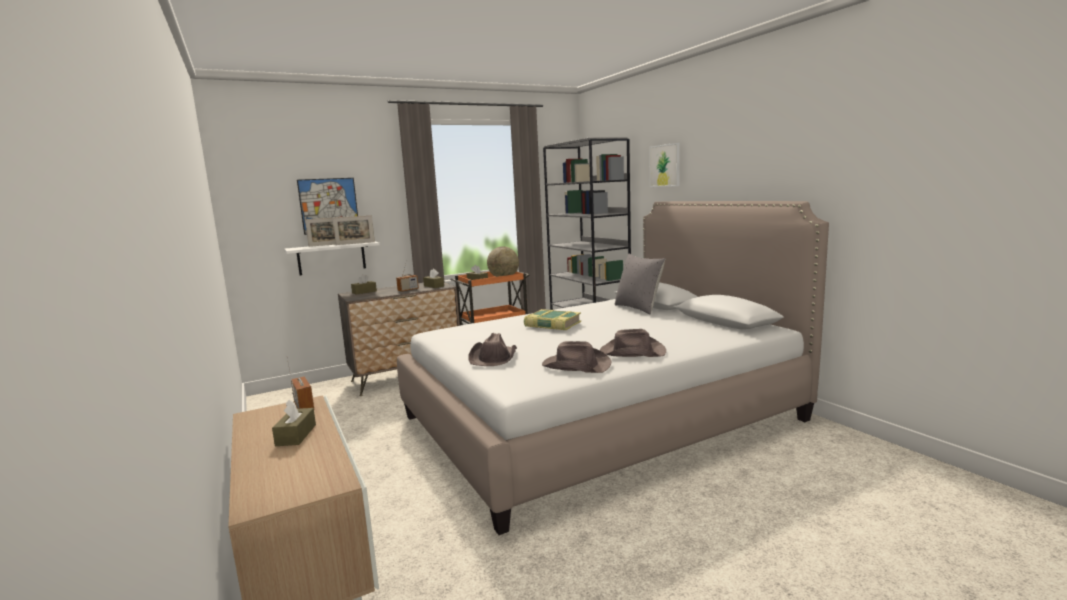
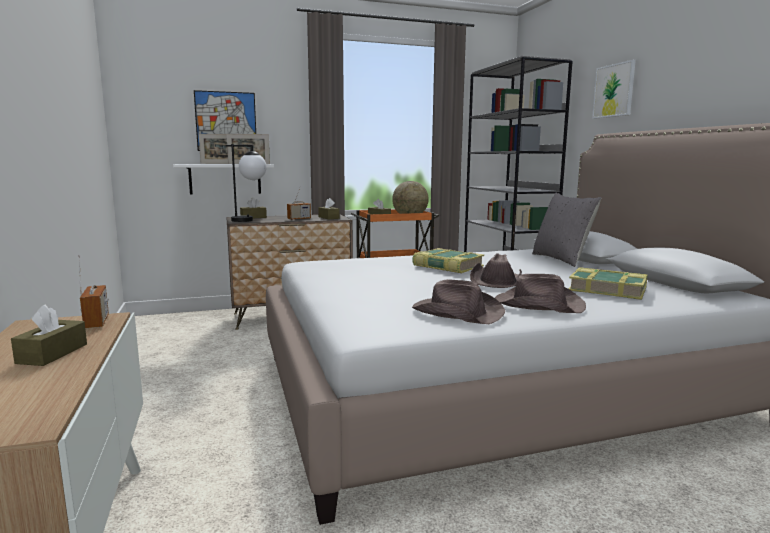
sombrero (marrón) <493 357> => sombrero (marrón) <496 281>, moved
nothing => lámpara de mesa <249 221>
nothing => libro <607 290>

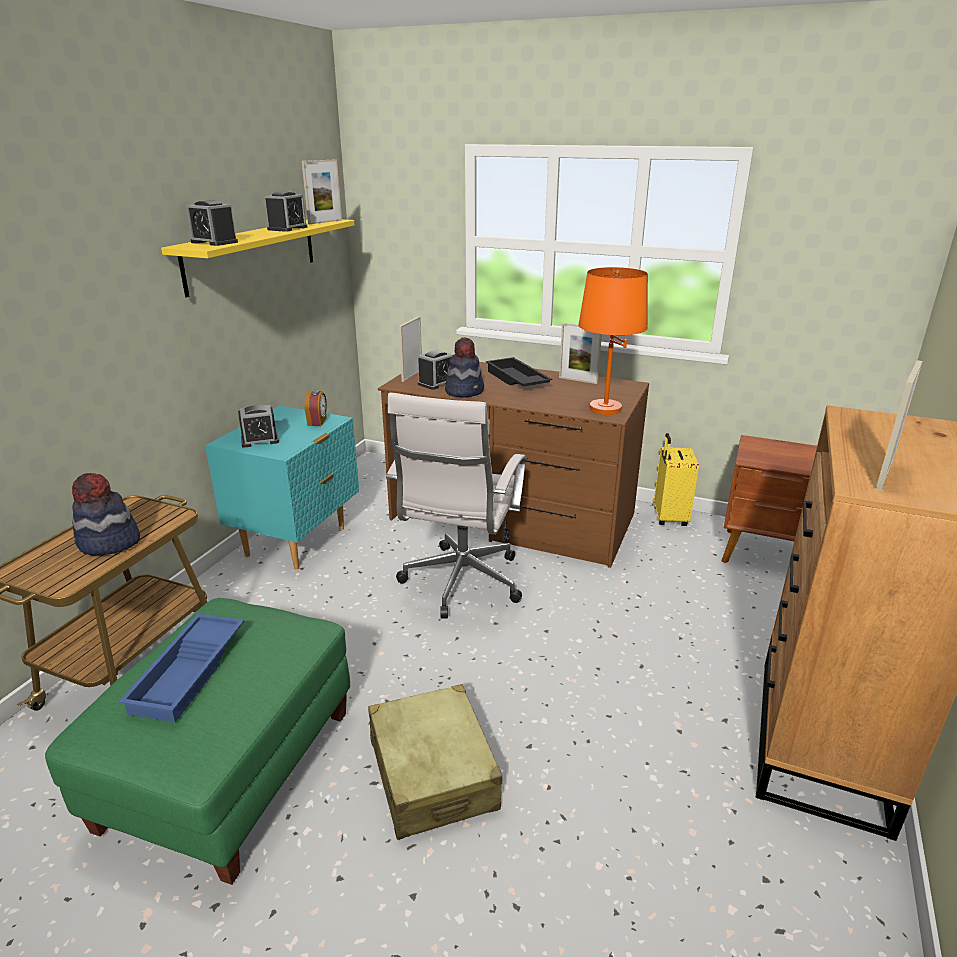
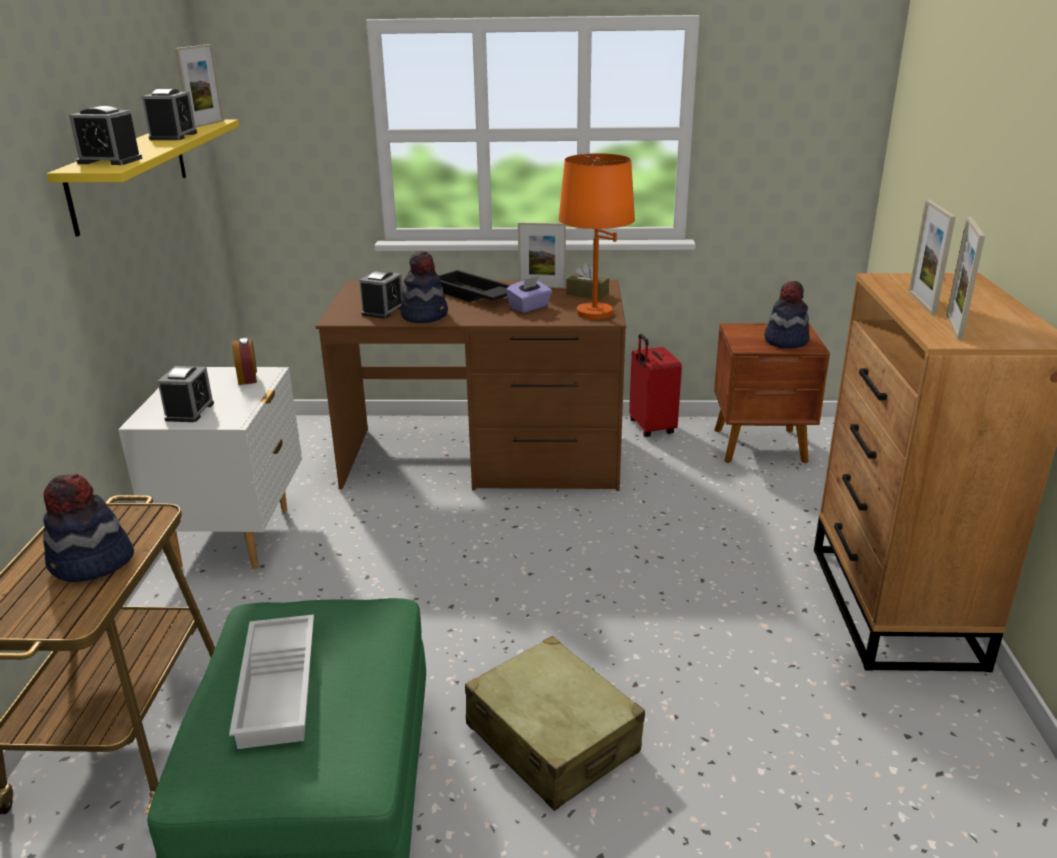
bandeja (azul) <190 673> => bandeja (blanco) <280 687>
mesita de noche (turquesa) <297 542> => mesita de noche (blanco) <236 537>
despertador <260 440> => despertador <189 411>, 45 degrees counterclockwise
silla de oficina (blanco) <460 584> => nothing
portarretratos <412 375> => portarretratos <921 302>, moved
maleta (amarillo) <668 517> => maleta (rojo) <650 428>
nothing => caja de pañuelos (morado) <529 307>
nothing => caja de pañuelos (marrón) <587 294>
nothing => sombrero <785 341>

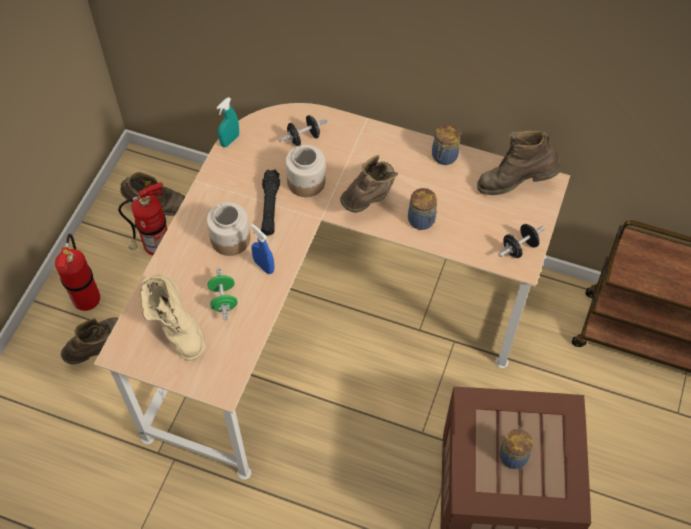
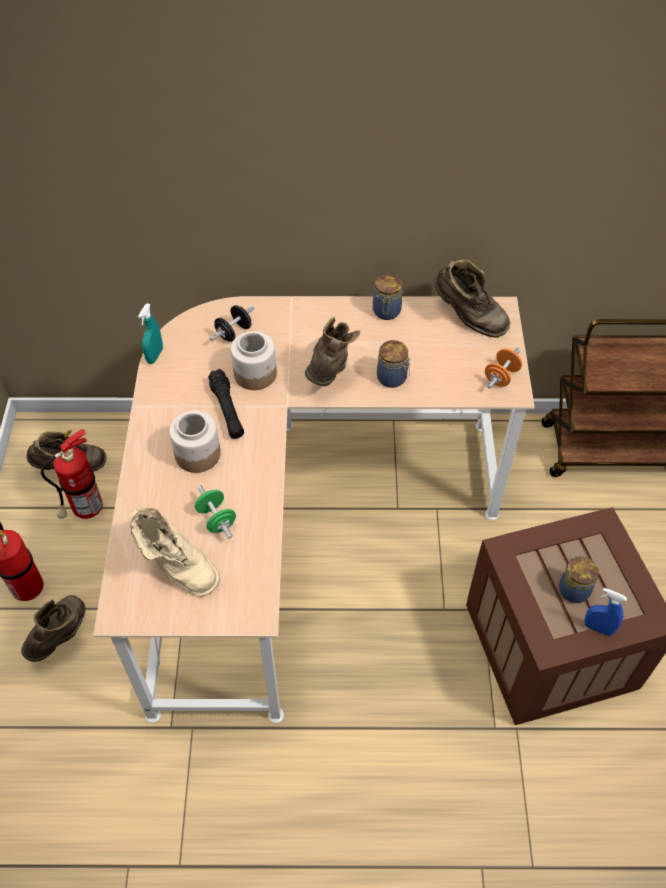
pulverizador (azul) <264 266> => pulverizador (azul) <598 628>, moved
bota (marrón) <515 184> => bota (marrón) <468 318>, 120 degrees counterclockwise
mancuerna (negro) <519 248> => mancuerna (naranja) <501 376>

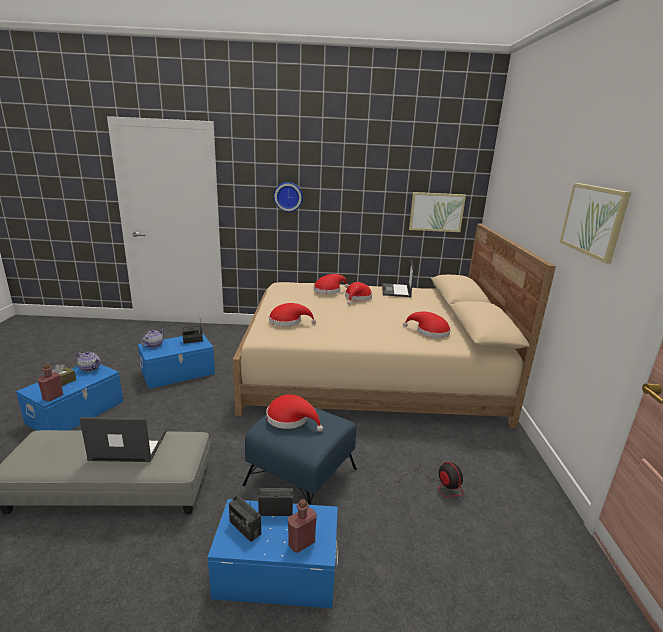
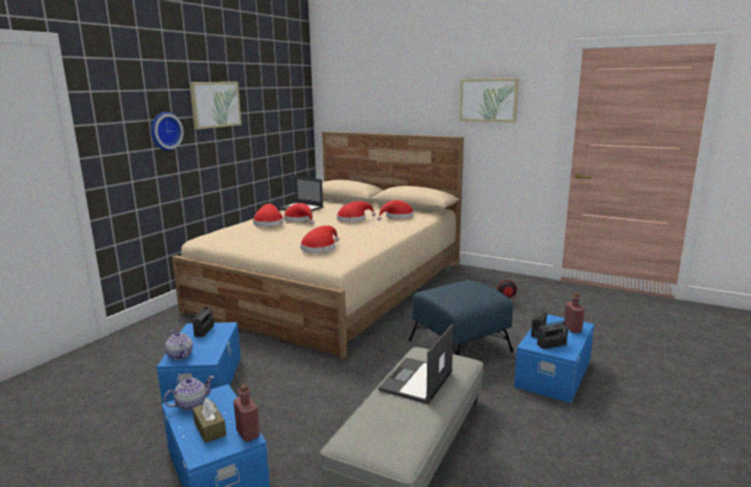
sombrero (rojo) <291 419> => sombrero (rojo) <353 219>, moved
cuadro <436 212> => cuadro <215 104>, moved

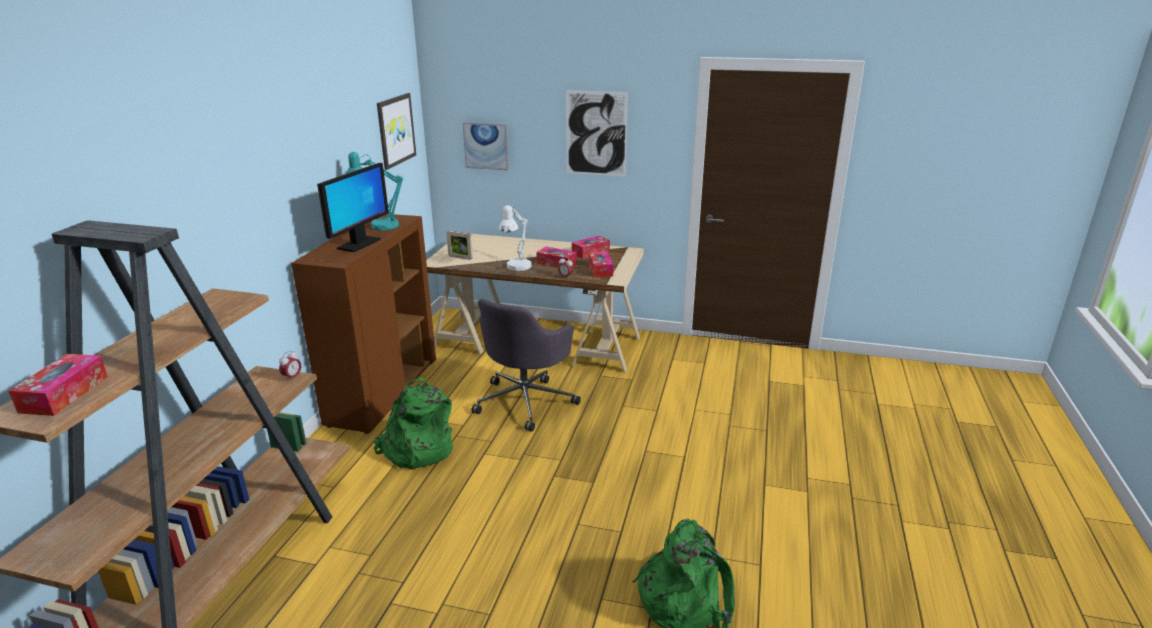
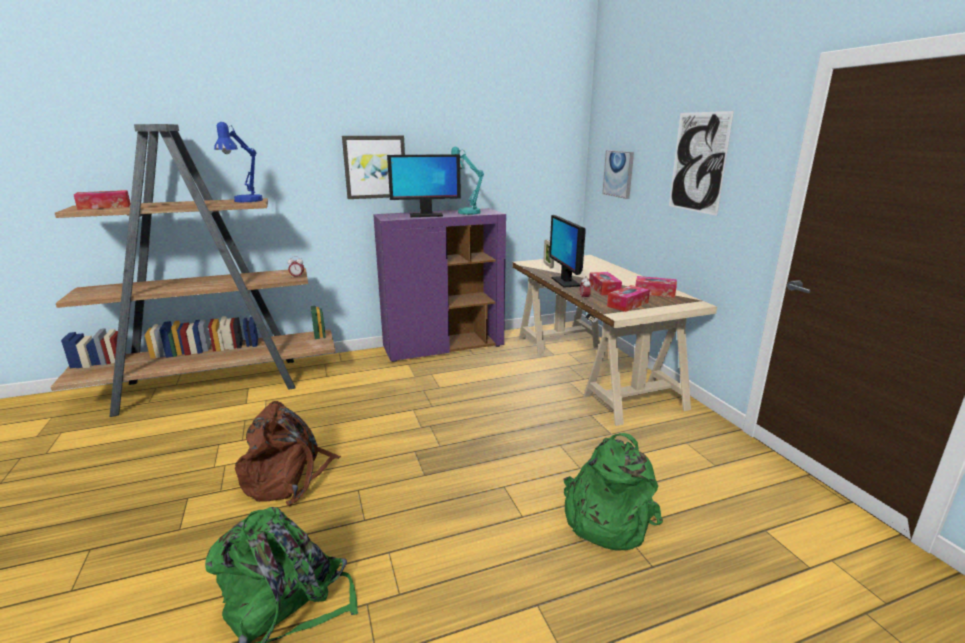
armario (marrón) <383 392> => armario (morado) <444 347>
mochila (verde) <417 450> => mochila (verde) <605 518>, moved
cuadro <395 130> => cuadro <375 167>, moved
silla de oficina (gris) <526 401> => nothing
lámpara de mesa (blanco) <516 268> => monitor <565 282>
nothing => lámpara de mesa (azul) <244 201>
nothing => mochila (marrón) <288 477>

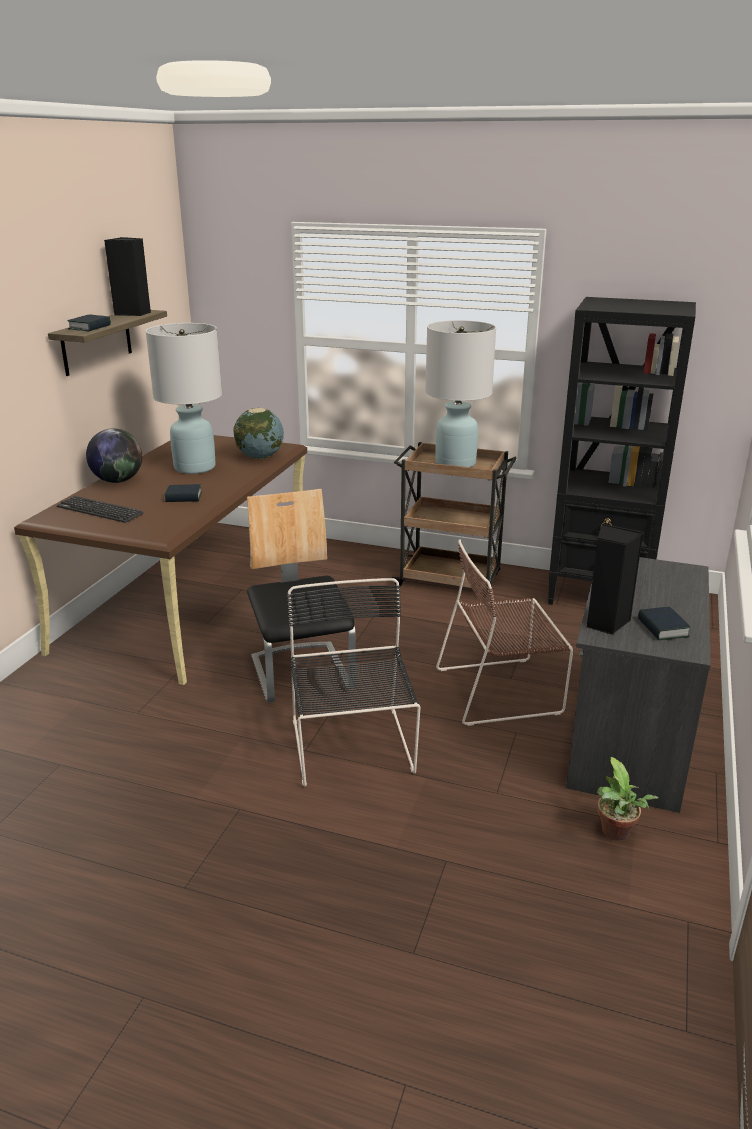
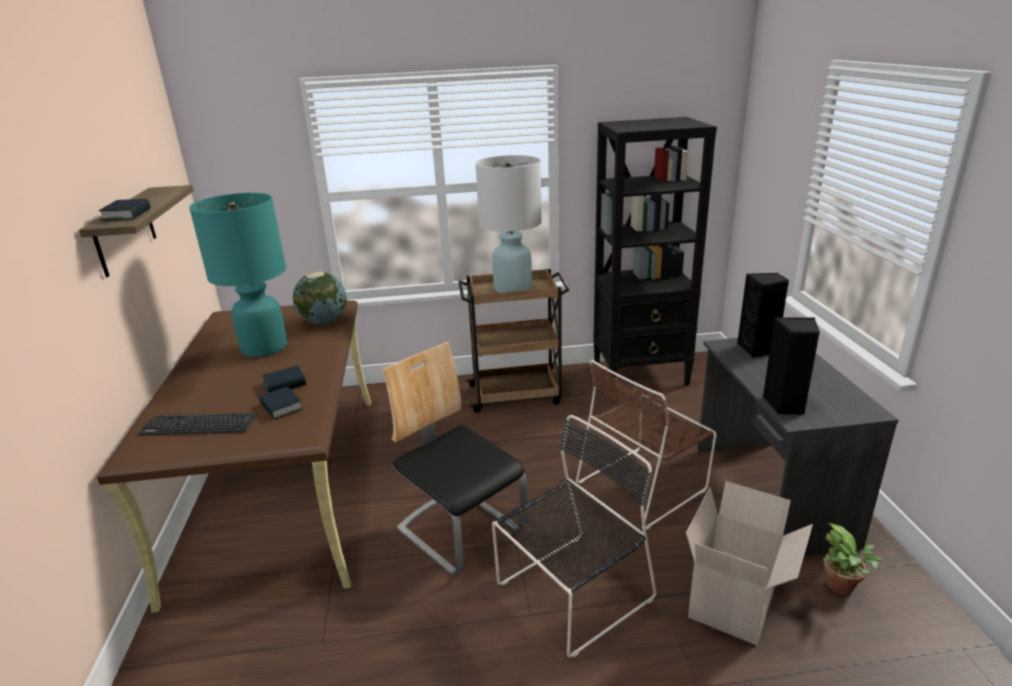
globo terráqueo <117 481> => nothing
altavoz (negro) <133 313> => altavoz (negro) <758 349>, moved
lámpara de mesa (blanco) <194 467> => lámpara de mesa (turquesa) <264 348>
silla (negro) <352 748> => silla (negro) <571 594>, 90 degrees clockwise
libro <662 628> => libro <281 407>, moved
nothing => caja de cartón <734 606>

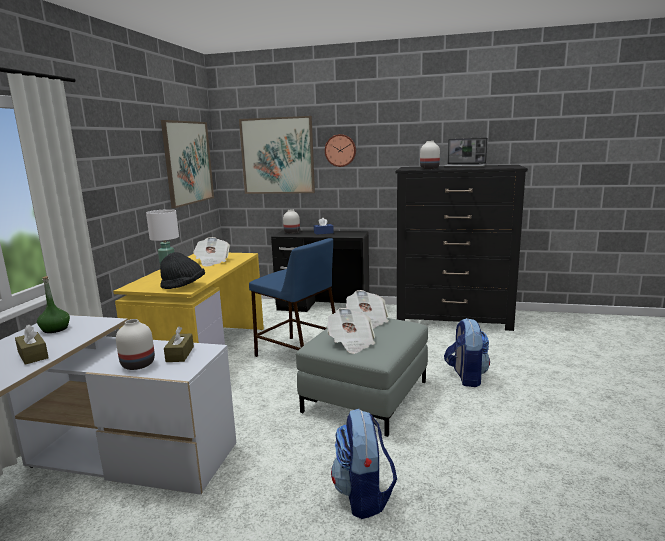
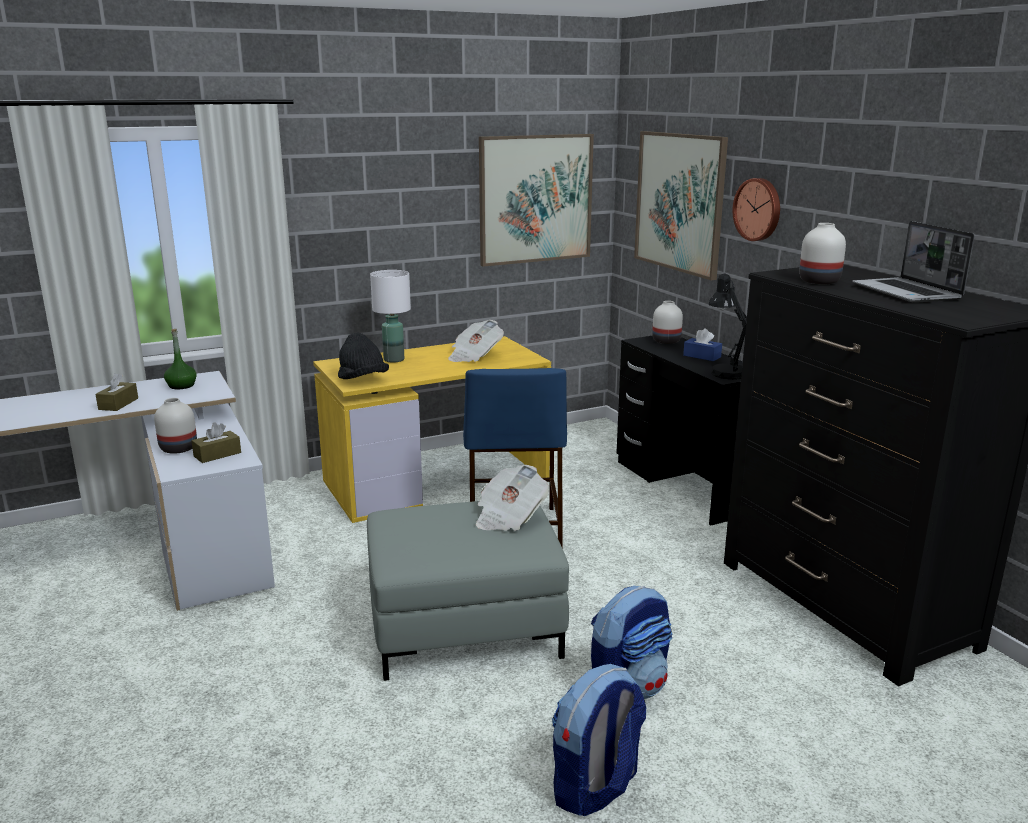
periódico <351 343> => nothing
mochila <363 496> => mochila <596 787>, moved
nothing => lámpara de mesa (negro) <725 371>

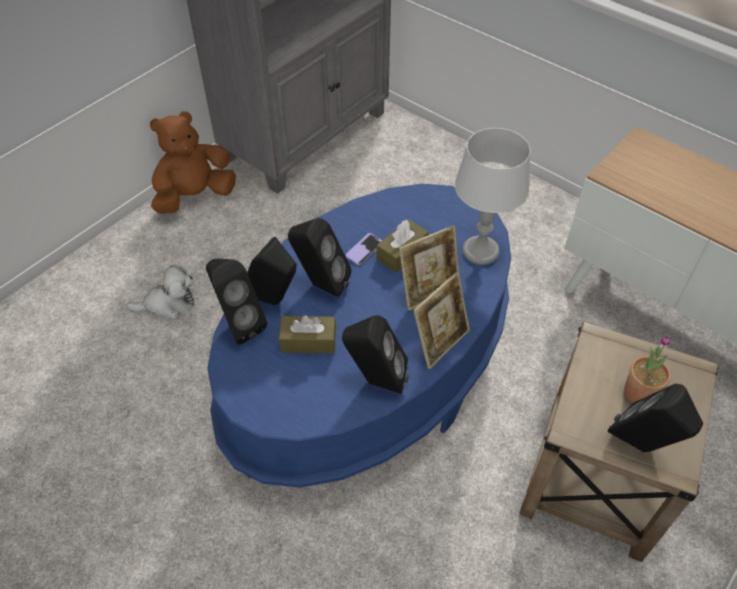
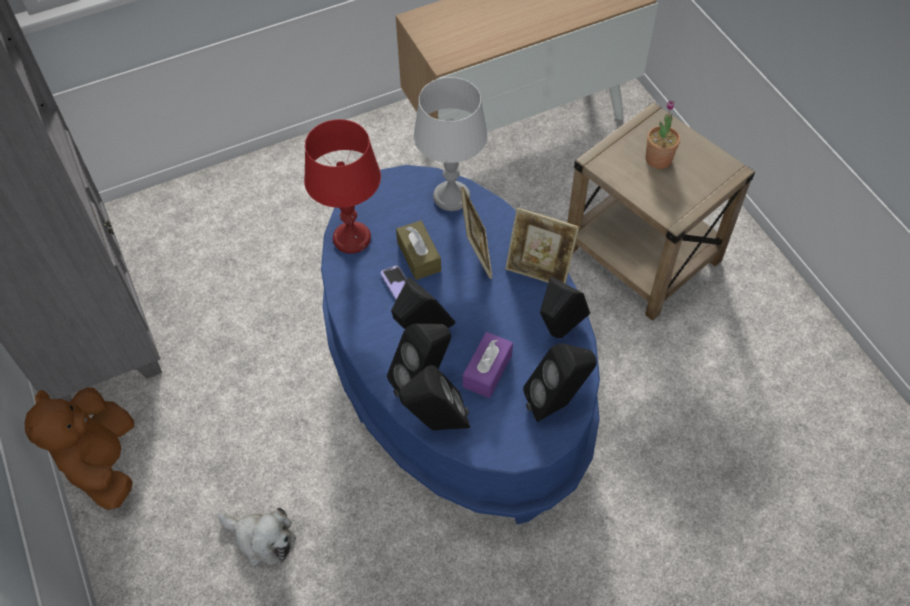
peluche <168 304> => peluche <262 540>, 105 degrees clockwise
caja de pañuelos (marrón) <308 341> => caja de pañuelos (morado) <487 371>
portarretratos <440 342> => portarretratos <539 269>, 135 degrees clockwise
altavoz (negro) <641 446> => altavoz (negro) <557 403>, moved
nothing => lámpara de mesa (rojo) <352 239>

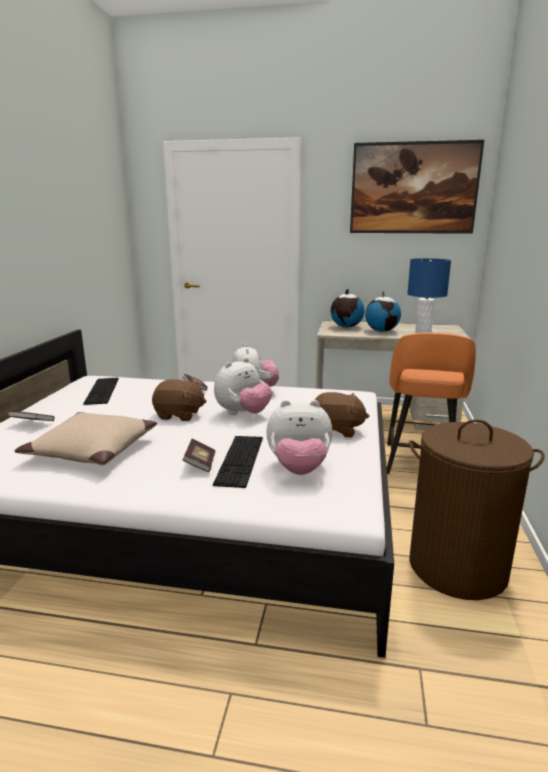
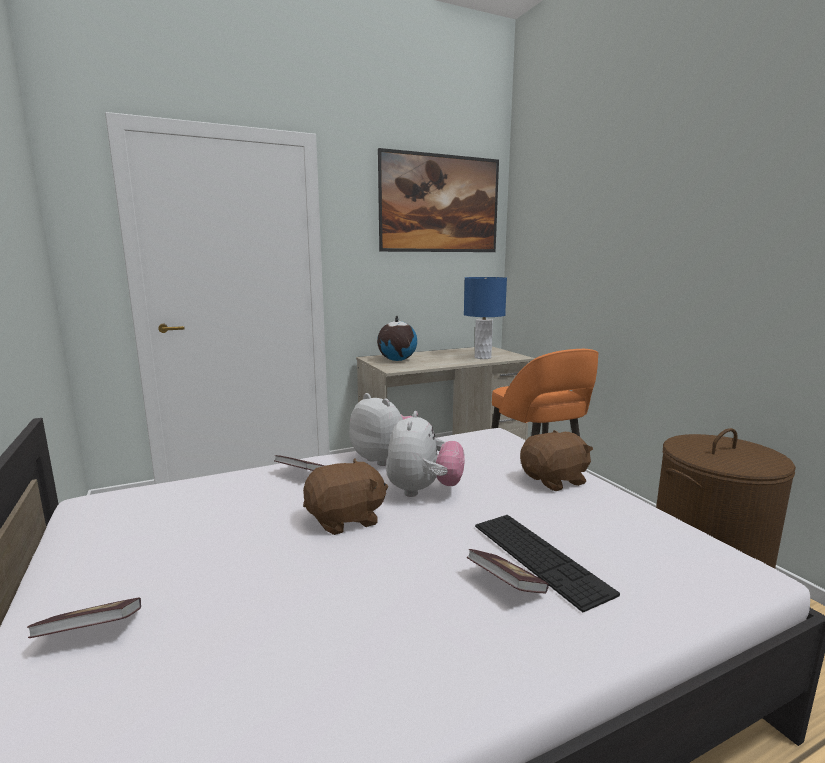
cojín (beis) <91 450> => nothing
teclado <102 390> => nothing
peluche <299 469> => nothing
globo terráqueo <381 331> => nothing

